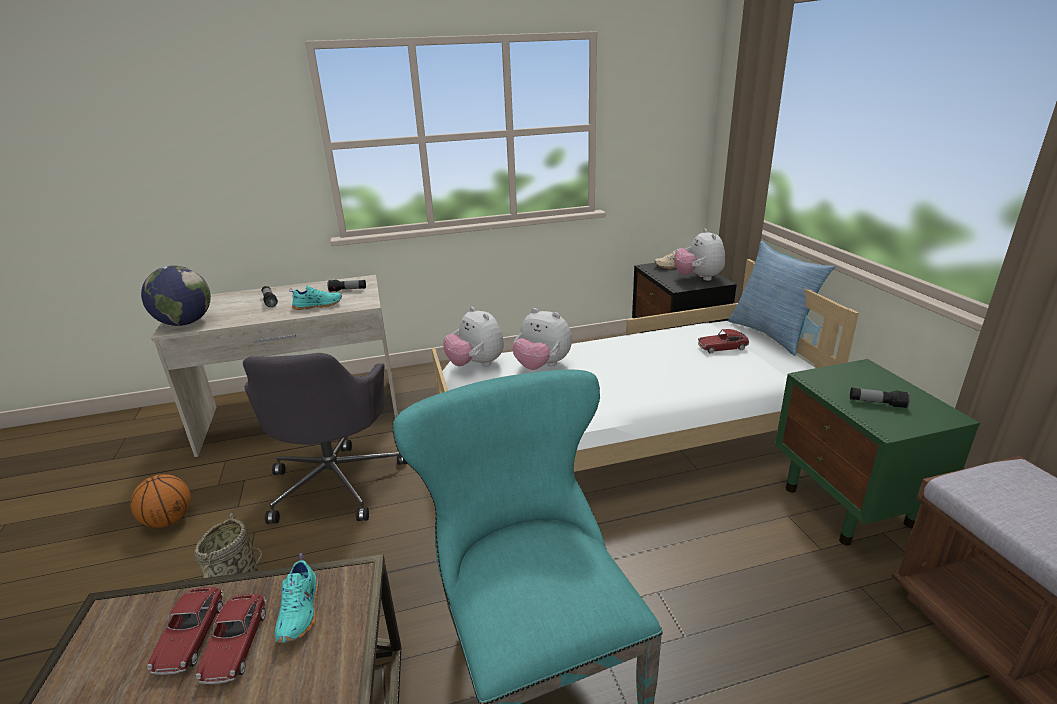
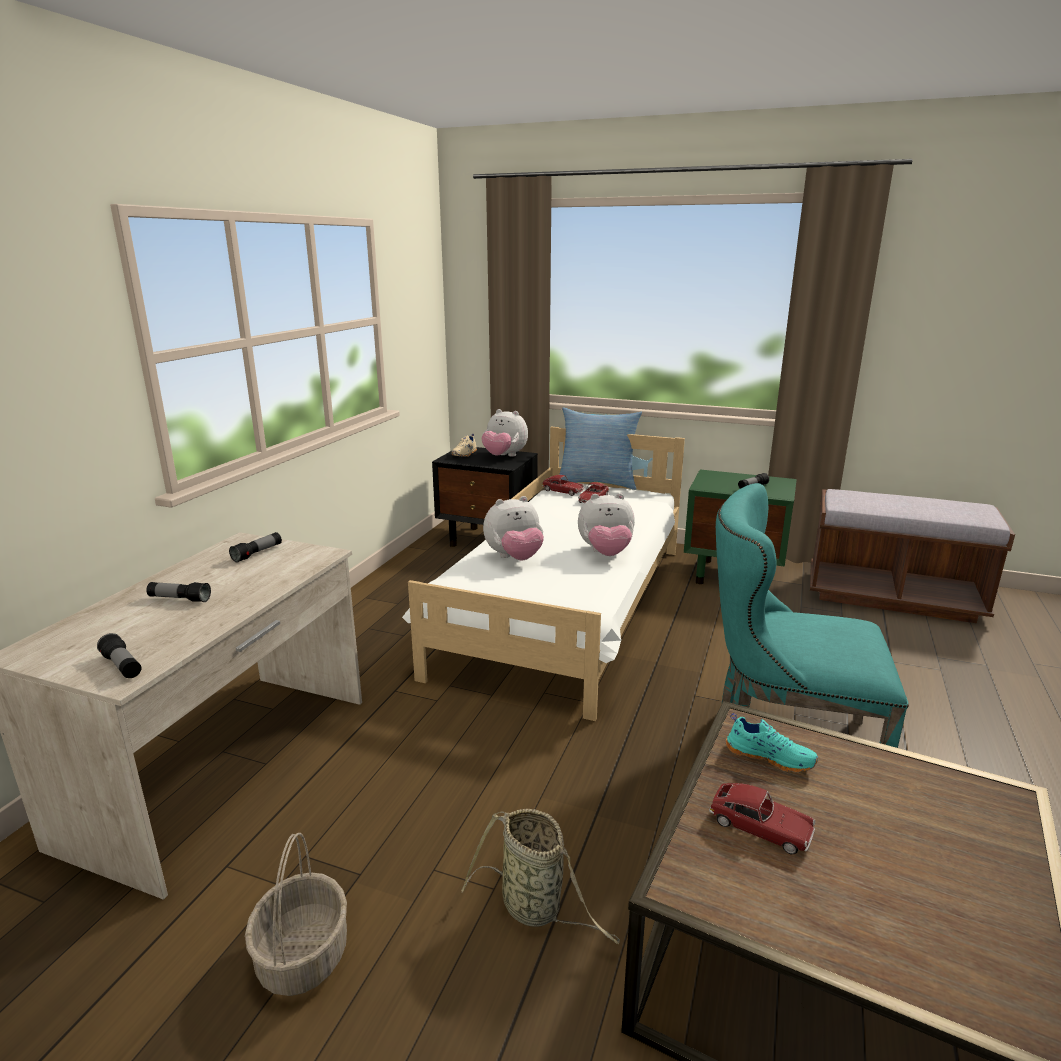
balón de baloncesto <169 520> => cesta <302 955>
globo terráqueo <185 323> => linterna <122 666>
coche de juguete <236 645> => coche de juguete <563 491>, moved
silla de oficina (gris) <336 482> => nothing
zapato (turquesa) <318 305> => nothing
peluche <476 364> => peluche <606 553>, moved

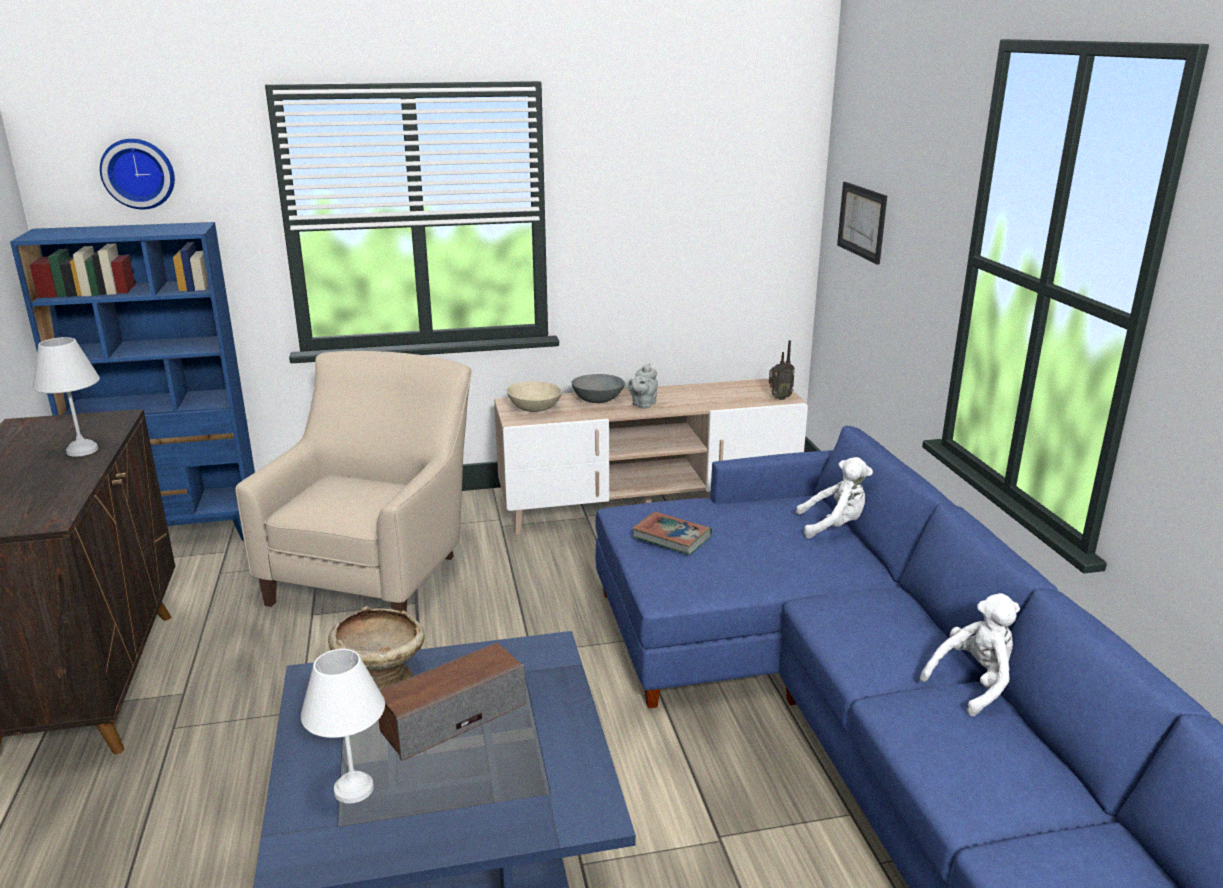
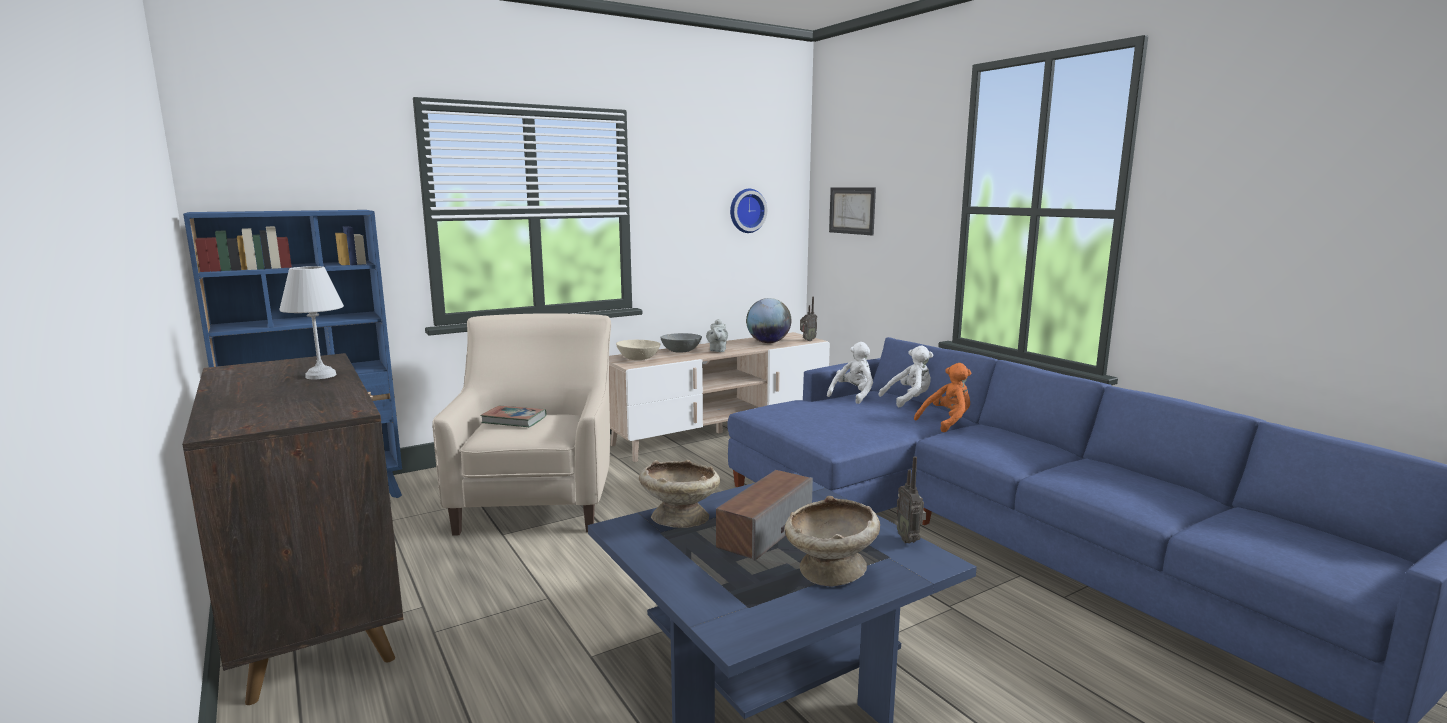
reloj de pared <139 173> => reloj de pared <746 210>, moved
lámpara de mesa (blanco) <352 789> => nothing
libro <671 537> => libro <514 420>, moved
peluche (blanco) <973 684> => peluche (blanco) <853 396>, moved
nothing => globo terráqueo <768 342>
nothing => cuenco (beis) <830 573>
nothing => radio <909 539>
nothing => peluche (naranja) <947 422>

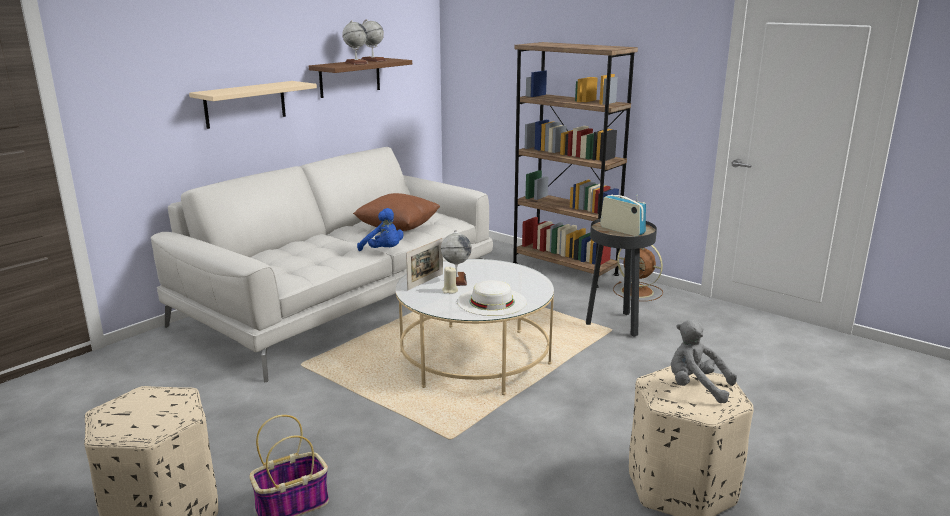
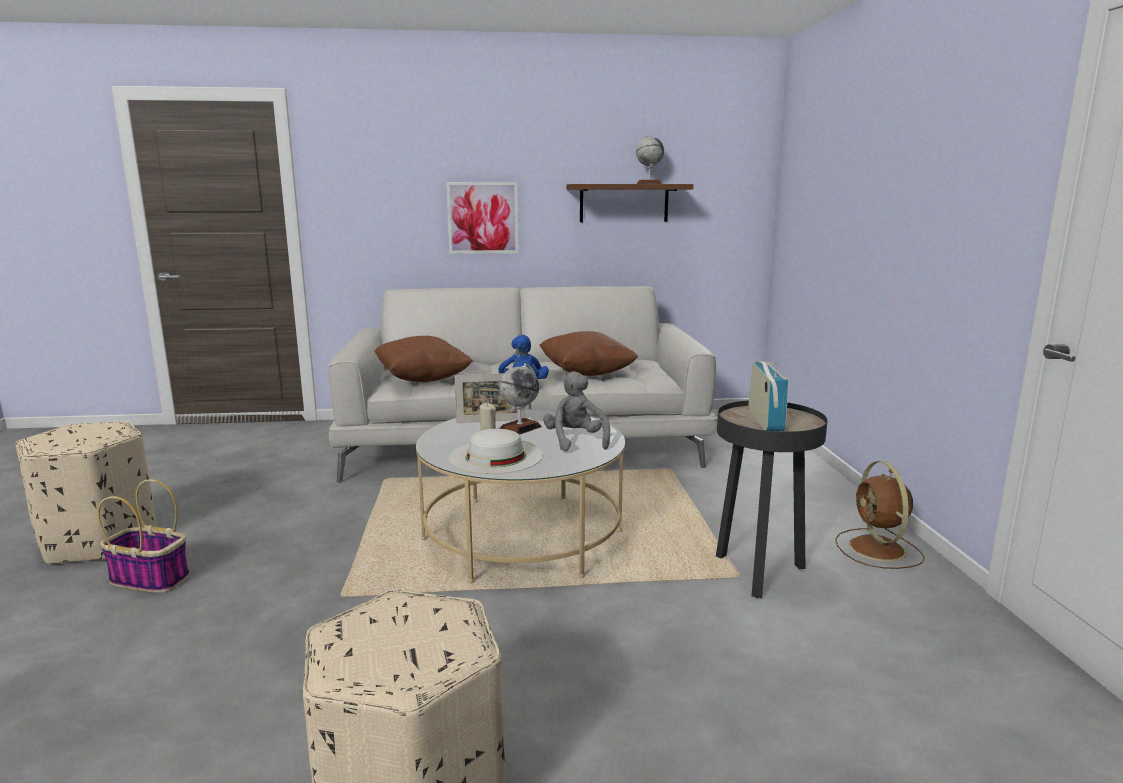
estante (beis) <245 104> => cuadro <483 218>
globo terráqueo <356 63> => nothing
estantería (marrón) <564 269> => nothing
peluche (gris) <696 387> => peluche (gris) <575 441>, moved
nothing => cojín (marrón) <423 379>

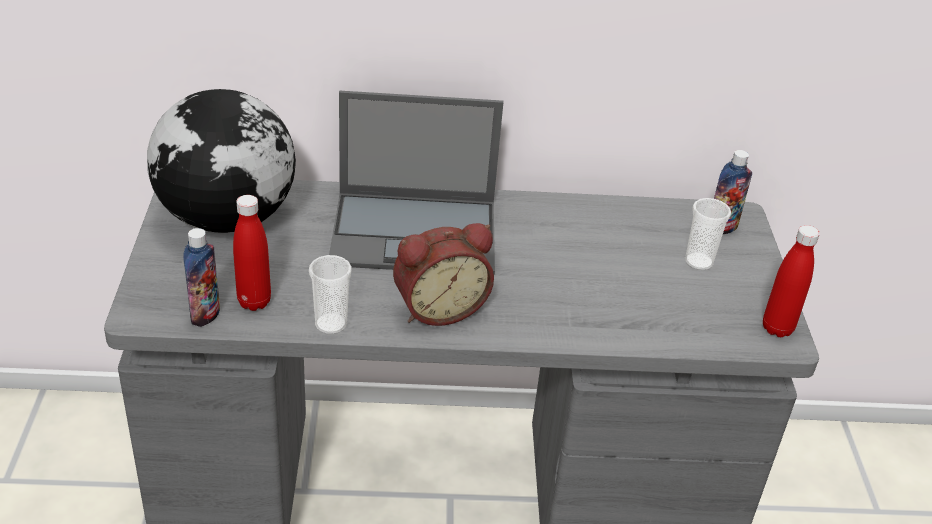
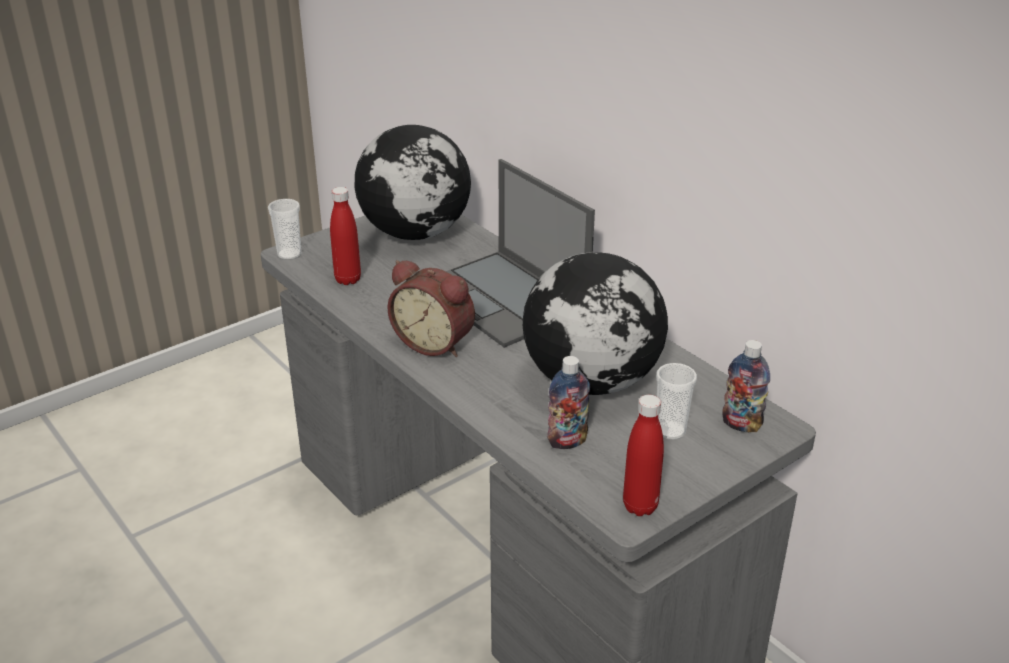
botella <205 314> => botella <567 441>, moved
taza <331 324> => taza <289 254>, moved
nothing => globo terráqueo <593 381>

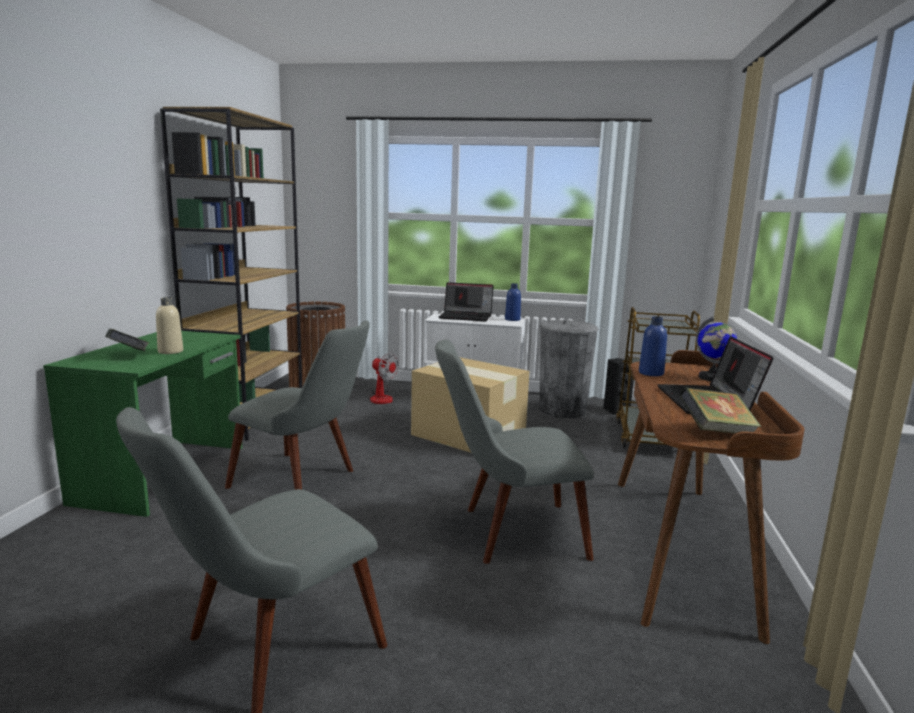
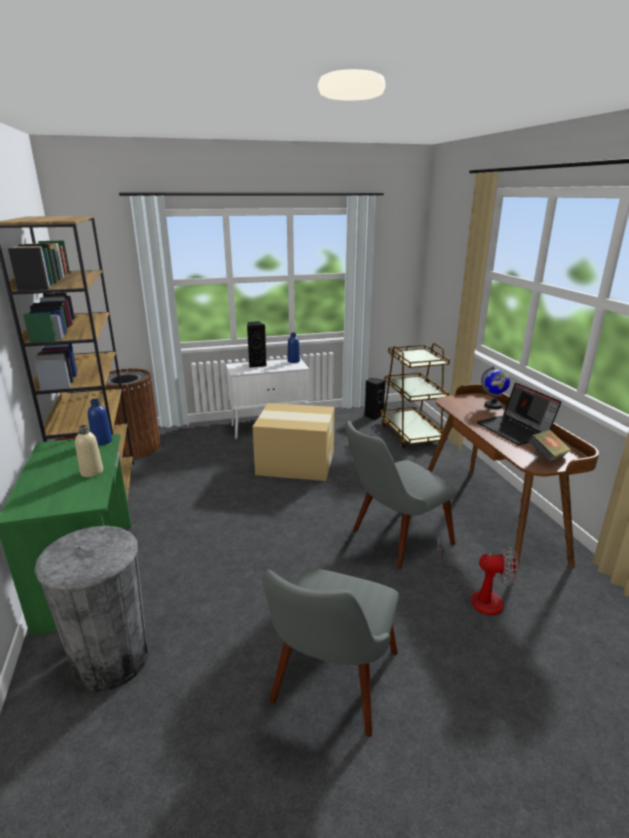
libro <128 355> => nothing
silla (gris) <305 481> => nothing
ventilador <382 397> => ventilador <477 595>, moved
portátil <466 317> => altavoz (negro) <257 364>
papelera (gris) <562 410> => papelera (gris) <111 659>, moved
botella (azul) <651 373> => botella (azul) <102 441>, moved

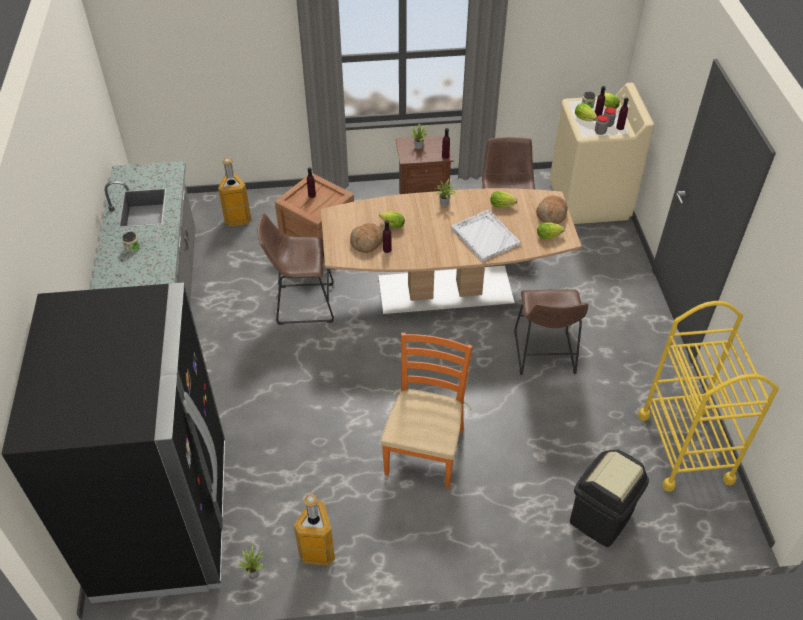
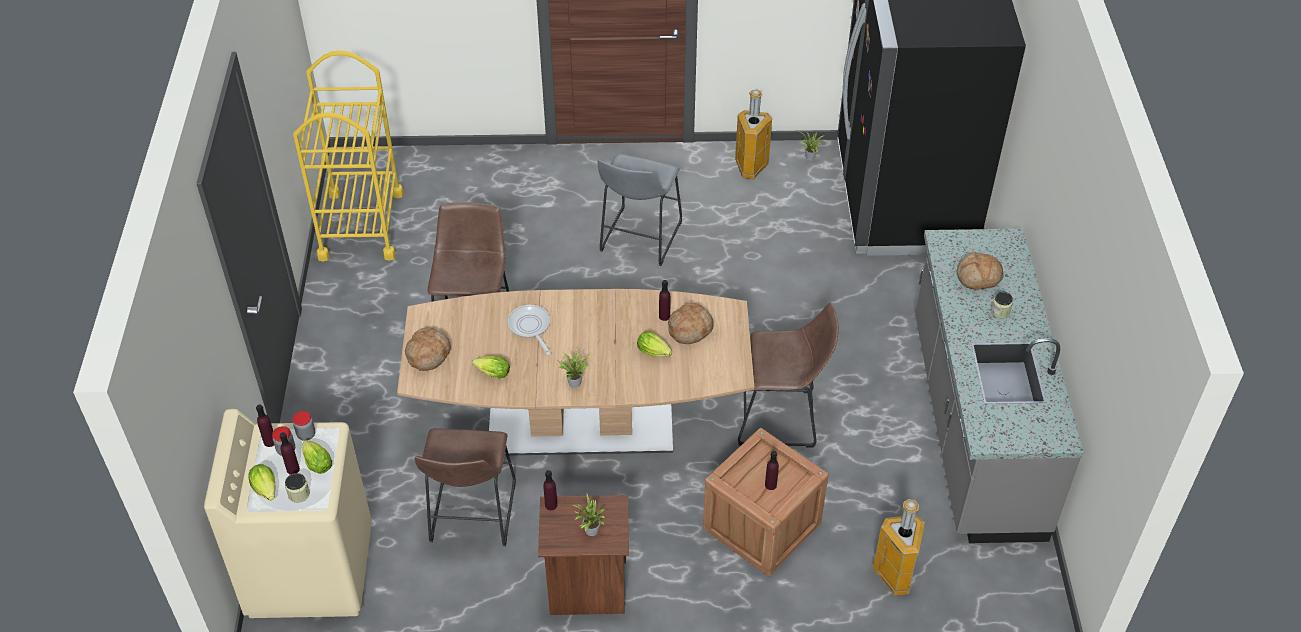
silla (naranja) <424 451> => taburete (gris) <638 240>
bandeja (blanco) <484 236> => sartén <530 327>
lechuga <550 236> => nothing
papelera (negro) <601 518> => nothing
nothing => pan <978 277>

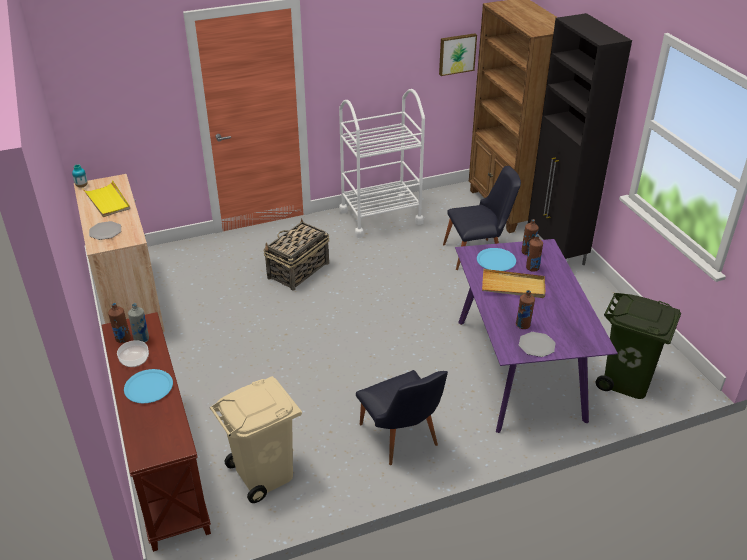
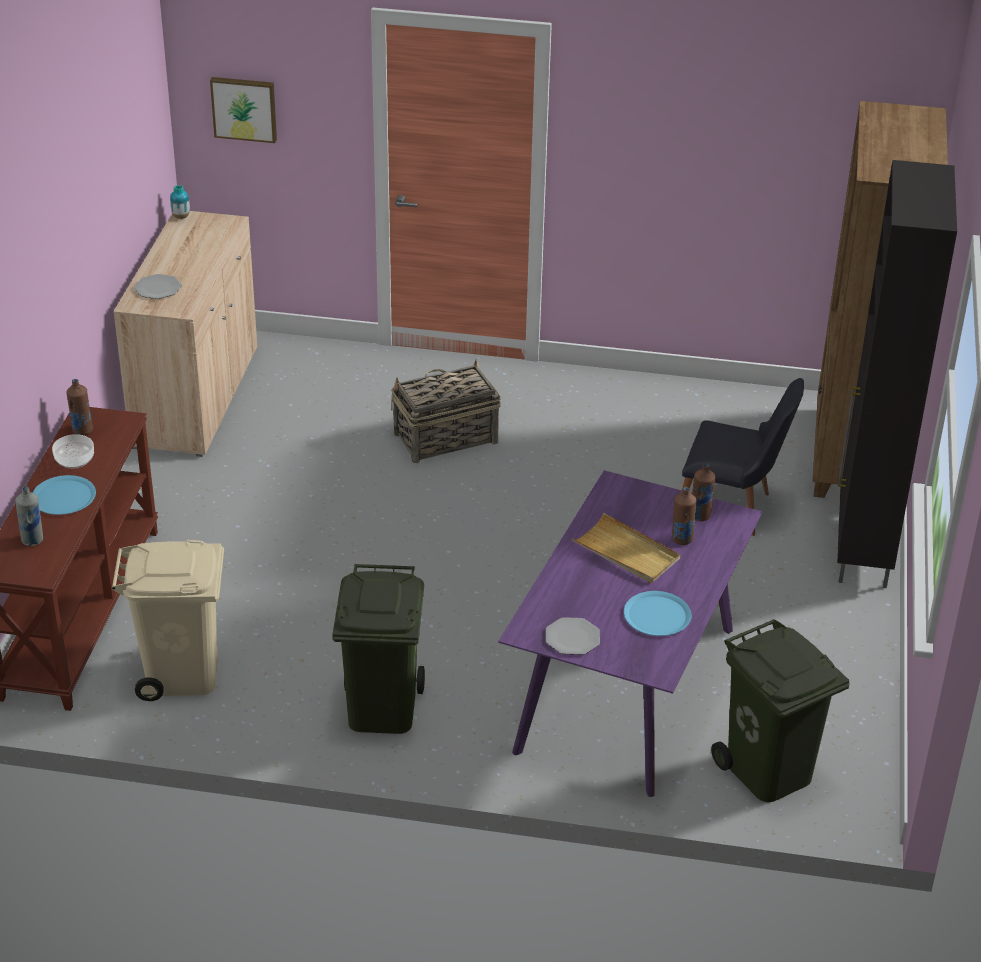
bandeja (amarillo) <107 201> => nothing
botella (gris) <142 339> => botella (gris) <33 540>, moved
carrito (blanco) <380 217> => nothing
silla (negro) <402 440> => papelera (verde) <380 708>
cuadro <456 54> => cuadro <244 108>, moved
plato (azul) <496 260> => plato (azul) <657 615>, moved
botella (marrón) <523 325> => nothing

